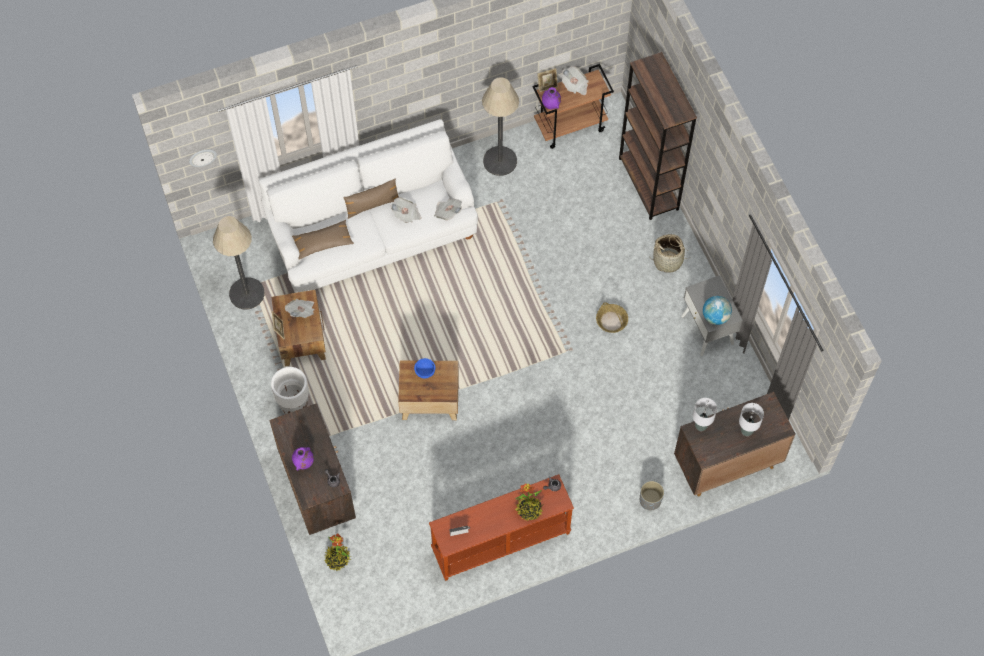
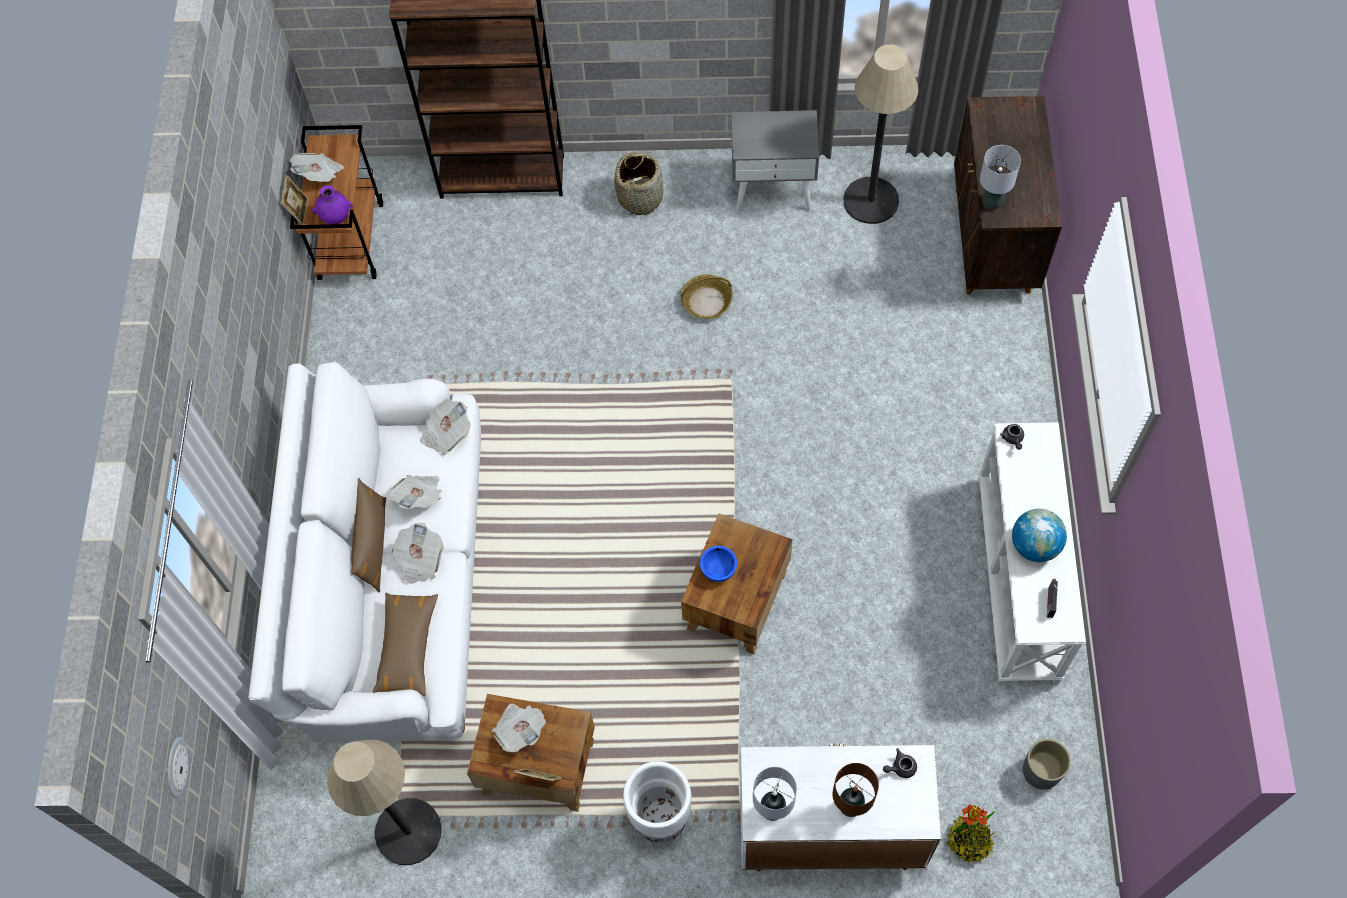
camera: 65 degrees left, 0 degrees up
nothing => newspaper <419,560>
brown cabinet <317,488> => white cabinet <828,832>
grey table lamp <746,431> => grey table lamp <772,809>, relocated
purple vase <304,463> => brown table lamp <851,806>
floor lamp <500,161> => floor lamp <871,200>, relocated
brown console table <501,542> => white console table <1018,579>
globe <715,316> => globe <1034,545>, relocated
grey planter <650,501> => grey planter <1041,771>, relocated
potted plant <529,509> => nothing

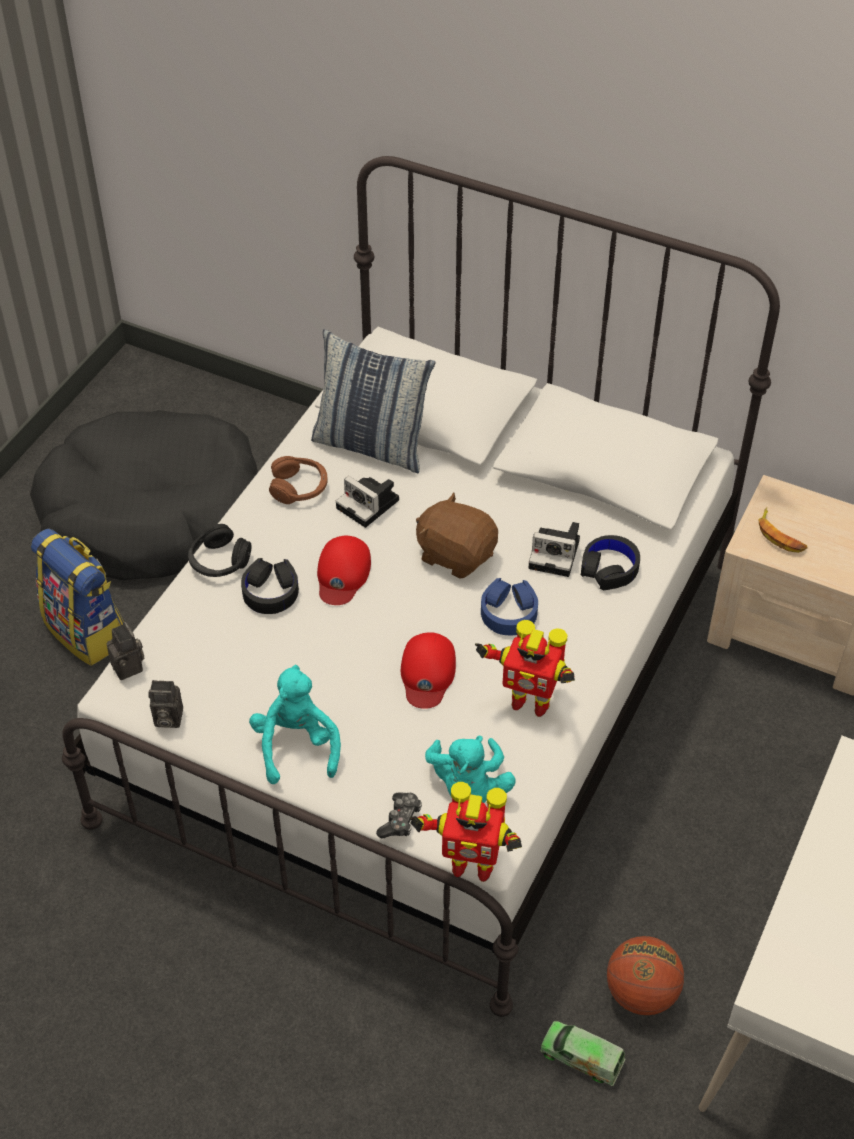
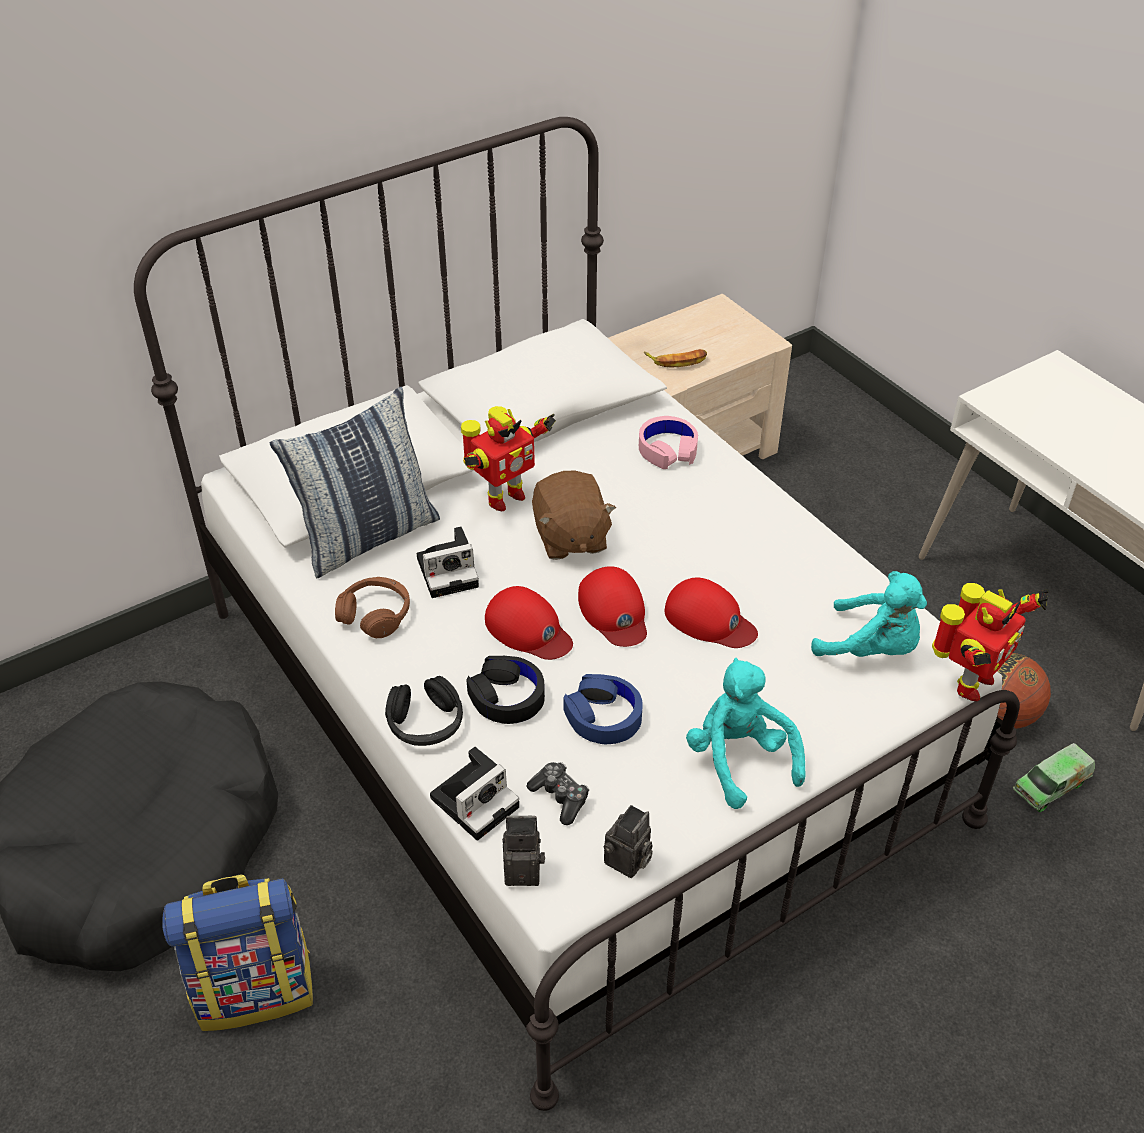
camera: 60 degrees left, 5 degrees down
photo camera <556,554> => photo camera <476,800>, relocated
toy robot <529,701> => toy robot <503,498>, relocated
game controller <400,820> => game controller <560,797>, relocated
brown plush toy <456,554> => brown plush toy <570,538>, 75 degrees counterclockwise
blue headphones <509,612> => blue headphones <603,716>, relocated
nothing => red cap <614,612>
black headphones <609,568> => pink headphones <667,449>
turquoise plush toy <296,745> => turquoise plush toy <739,759>, 45 degrees clockwise

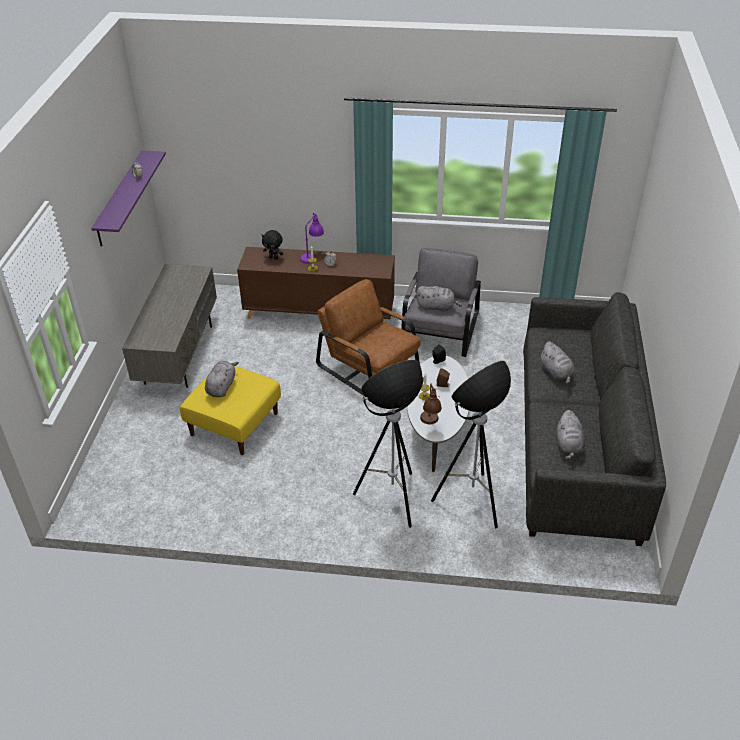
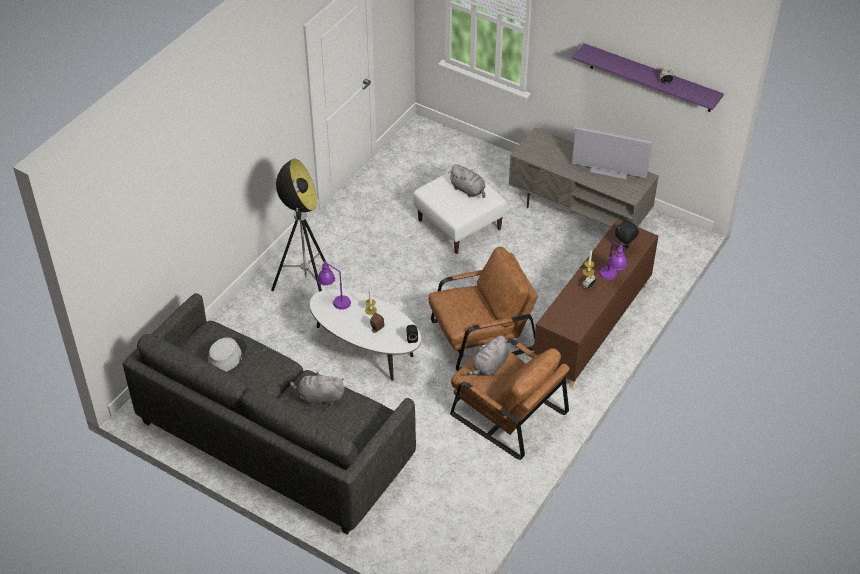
camera: 115 degrees right, 5 degrees up
grey plush toy <568,445> => grey hat <227,356>
brown table lamp <430,423> => purple table lamp <334,301>
yellow ottoman <234,423> => white ottoman <460,224>
grey armchair <440,330> => brown armchair <506,413>
nothing => television <609,171>
floor lamp <471,502> => nothing

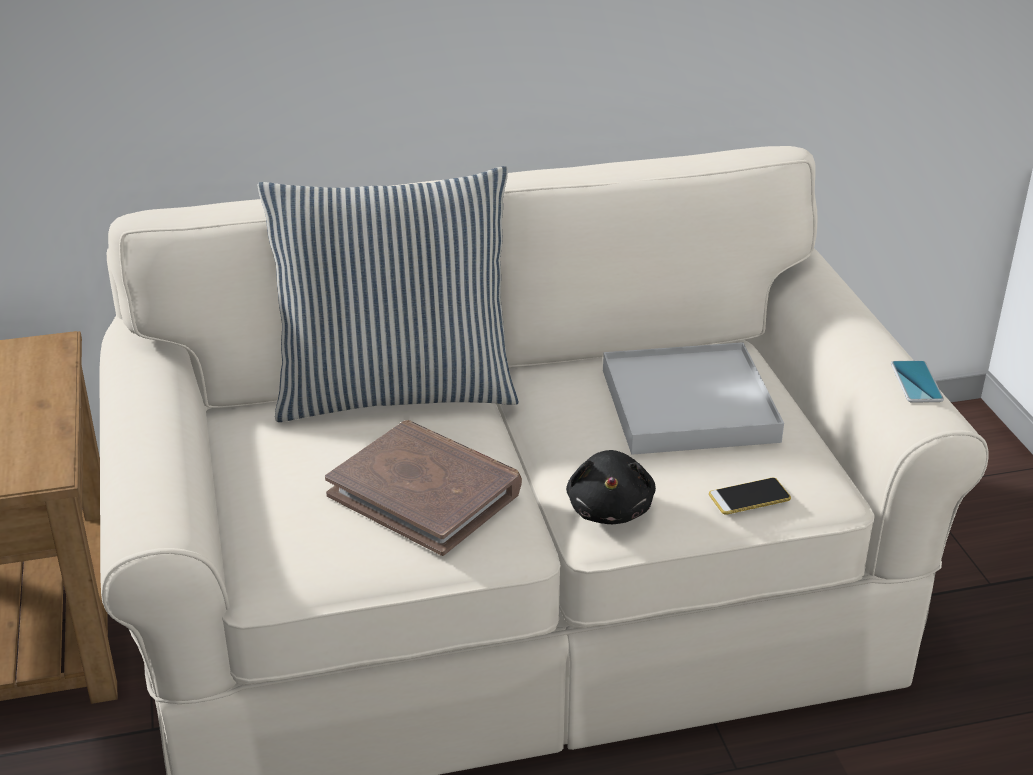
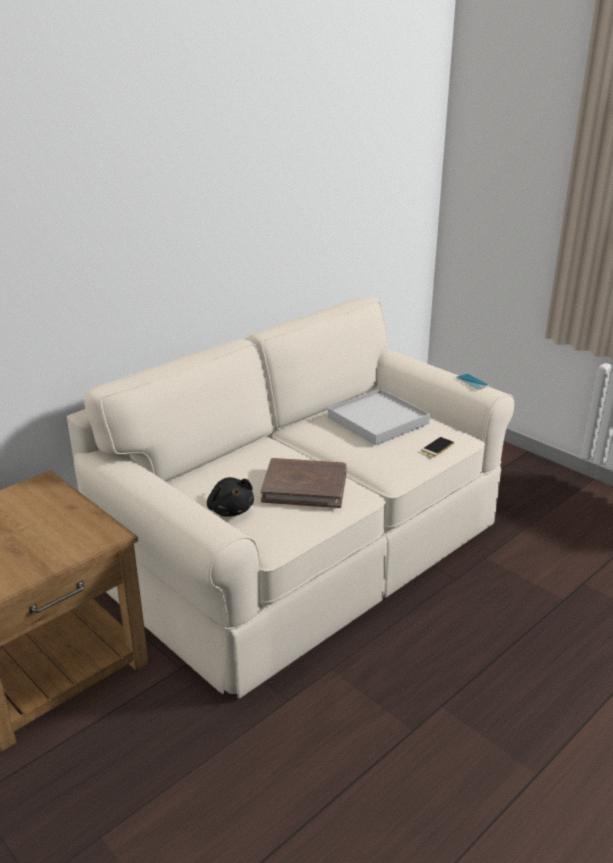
camera: 30 degrees left, 5 degrees down
black plush toy <610,509> => black plush toy <230,509>, relocated
pillow <395,391> => nothing

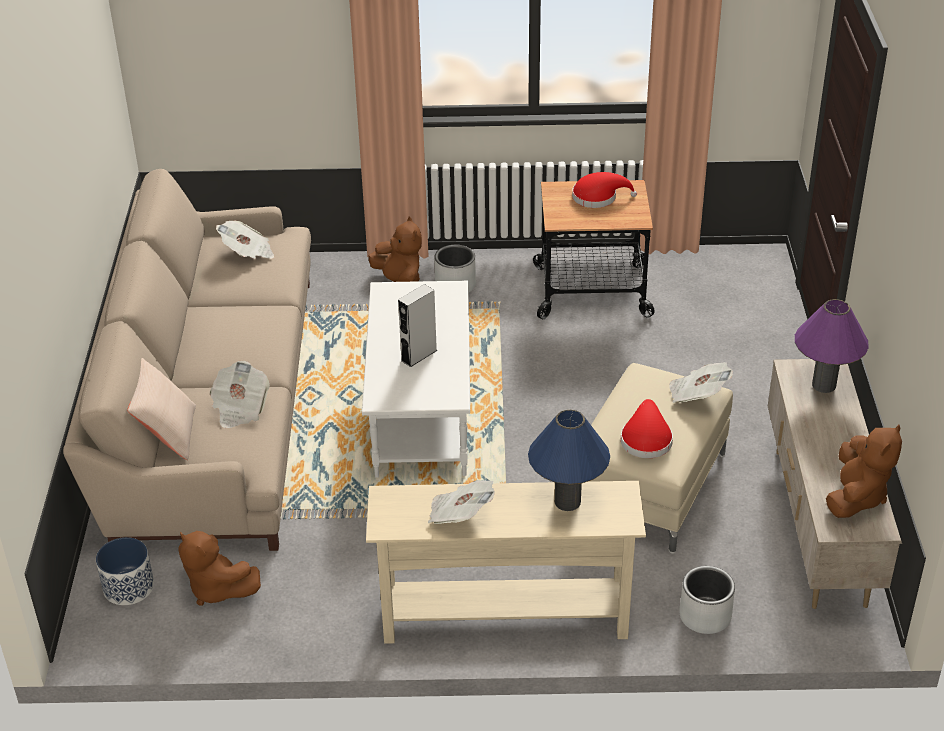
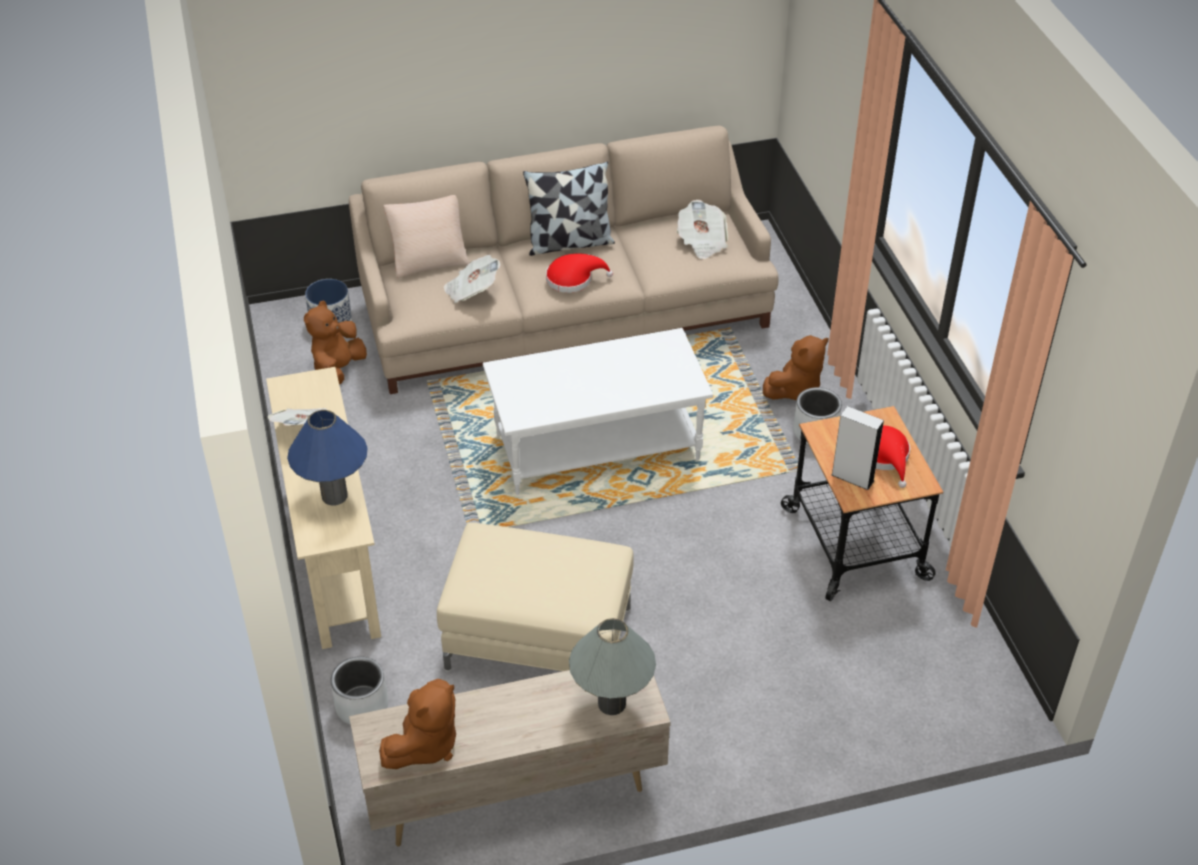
camera: 75 degrees right, 5 degrees up
brown plush toy <856,496> => brown plush toy <425,745>, 60 degrees counterclockwise
nothing => pillow <569,243>
red hat <646,439> => red hat <573,279>, relocated
purple table lamp <824,385> => grey table lamp <611,703>
grey speaker <419,355> => grey speaker <852,477>, relocated
newspaper <697,395> => nothing

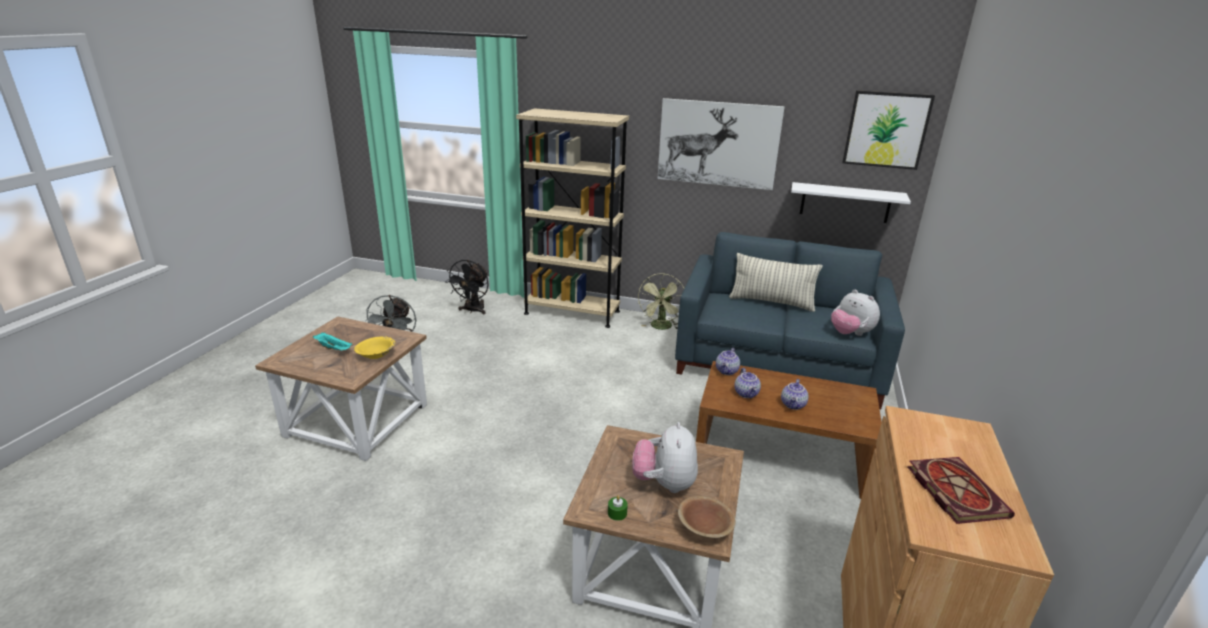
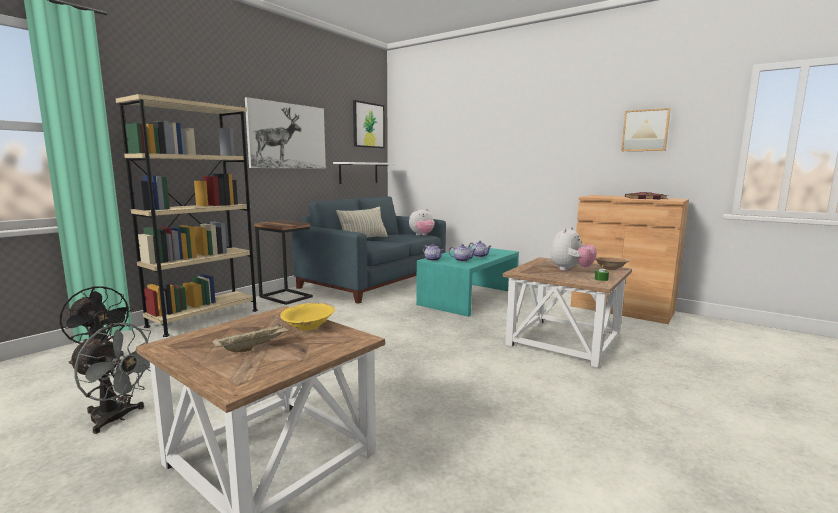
camera: 70 degrees left, 15 degrees down
turquoise tray <334,348> => beige tray <253,347>
green fan <661,327> => side table <286,297>
brown coffee table <780,452> => turquoise coffee table <468,297>
plush toy <664,483> => plush toy <571,270>, 75 degrees counterclockwise
nothing => picture <645,130>

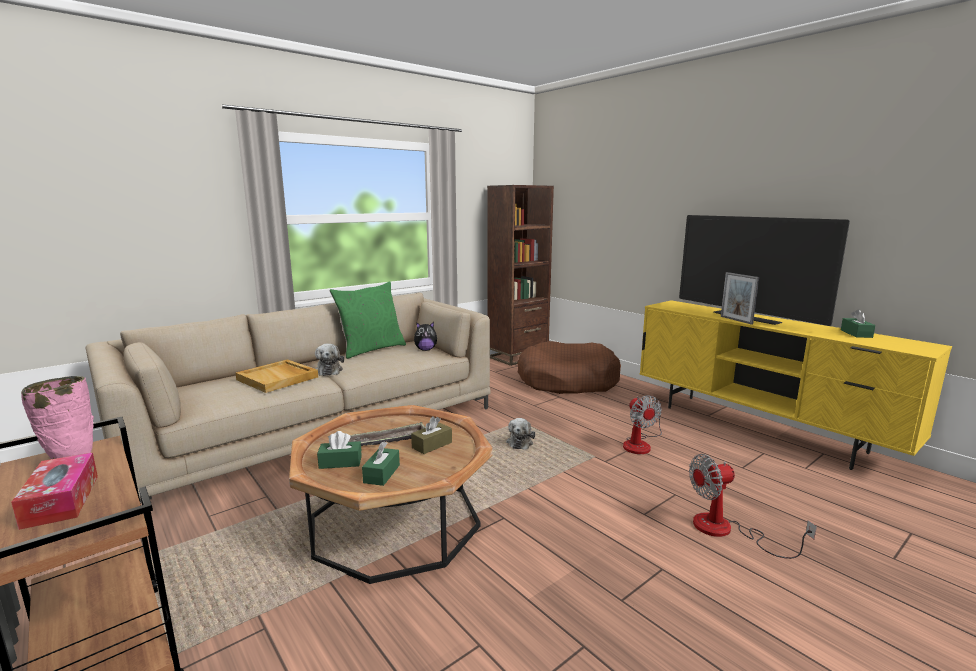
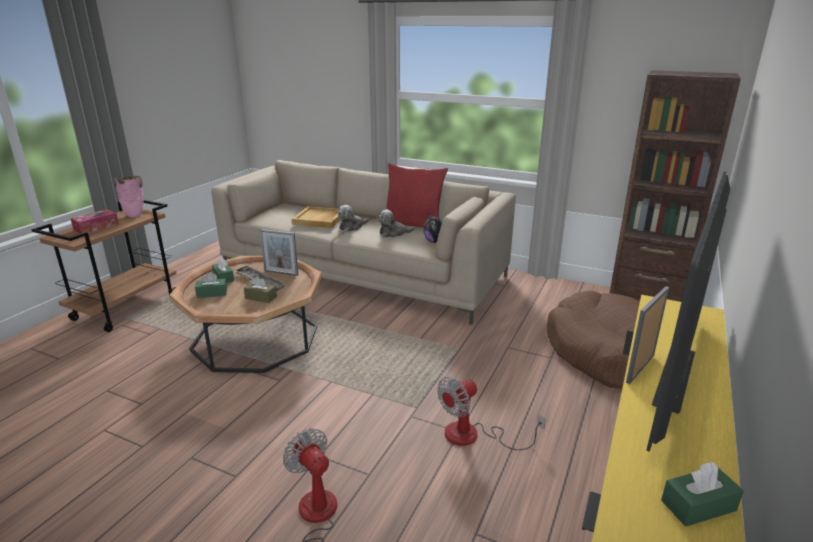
camera: 65 degrees right, 10 degrees up
nothing => picture frame <281,273>
plush toy <520,442> => plush toy <394,233>, relocated
green pillow <371,349> => red pillow <413,224>

